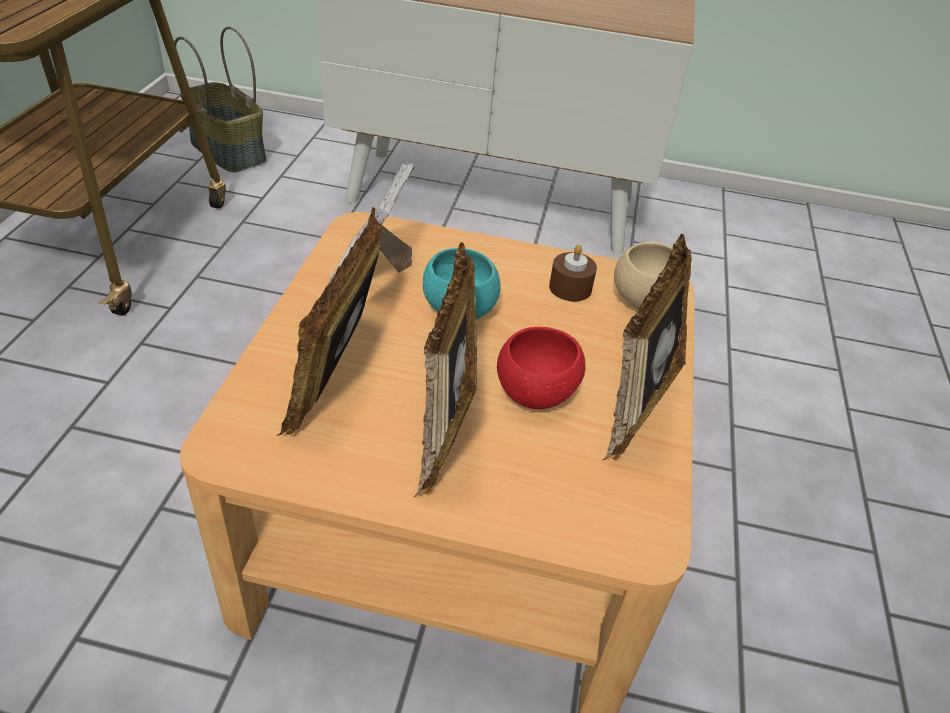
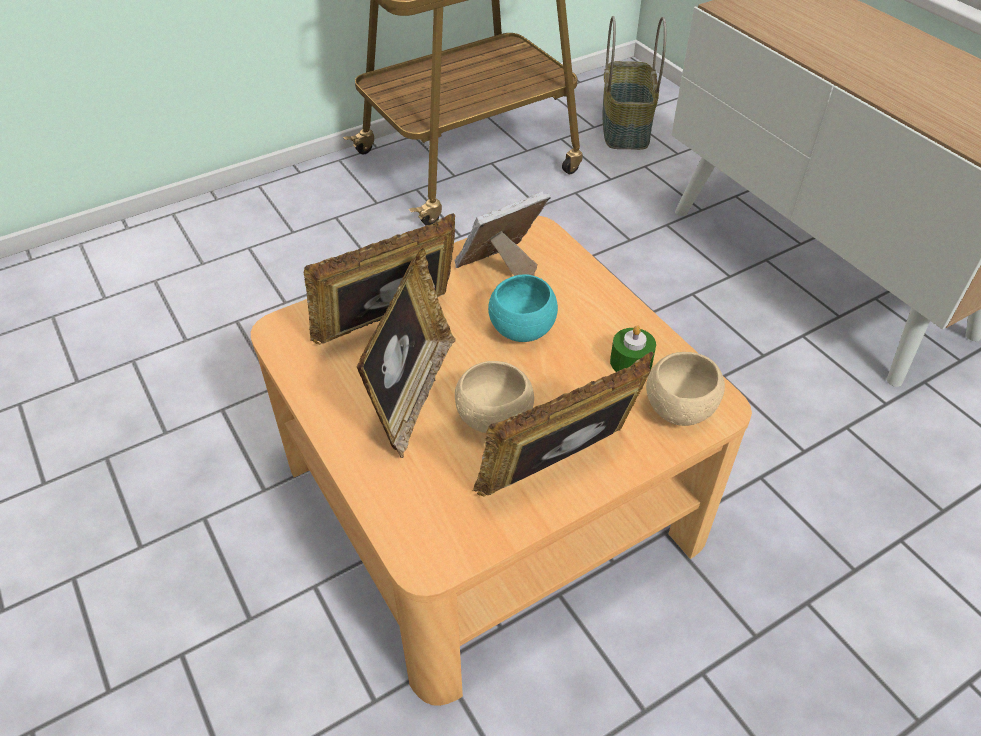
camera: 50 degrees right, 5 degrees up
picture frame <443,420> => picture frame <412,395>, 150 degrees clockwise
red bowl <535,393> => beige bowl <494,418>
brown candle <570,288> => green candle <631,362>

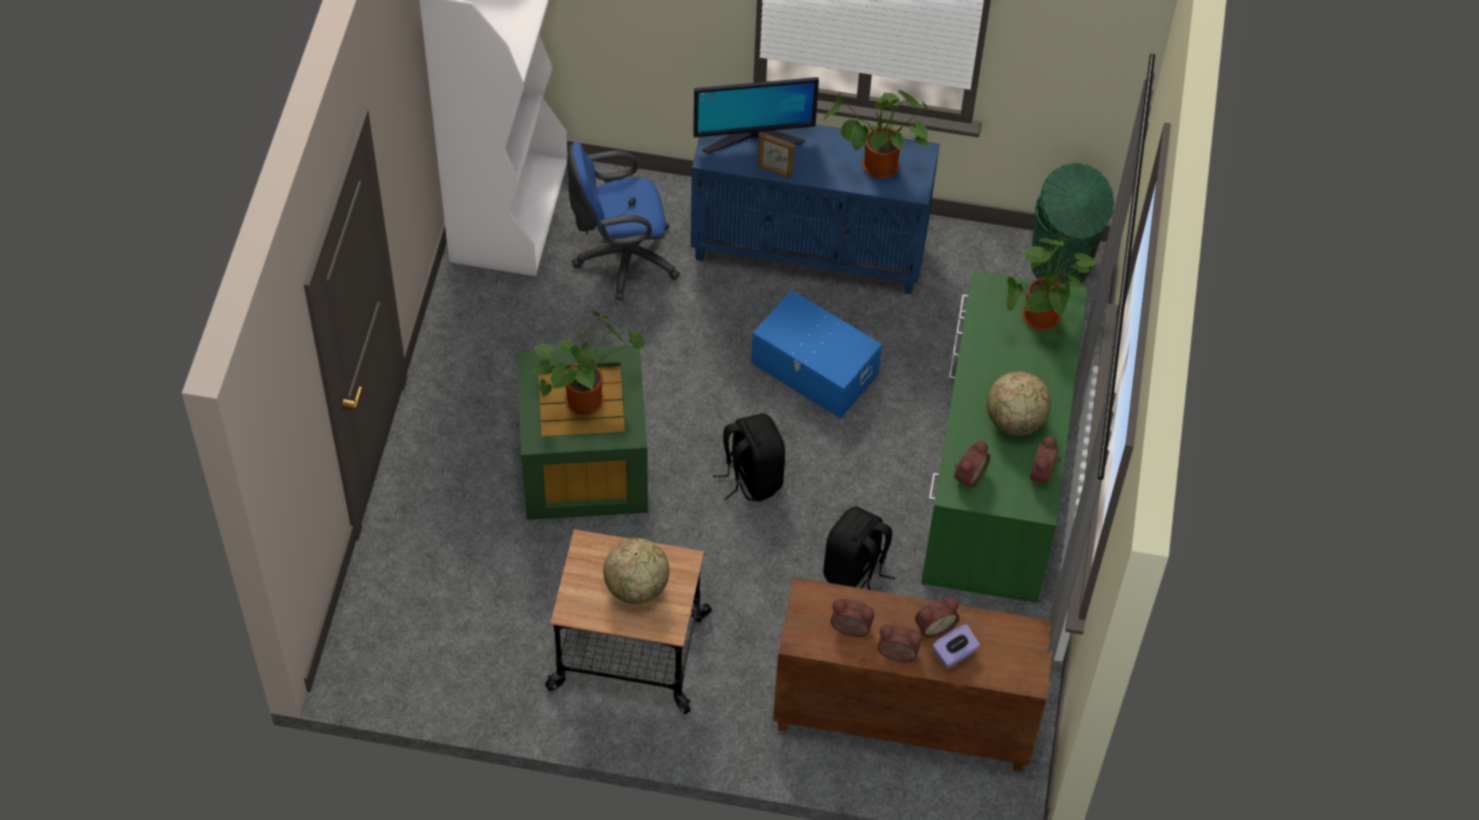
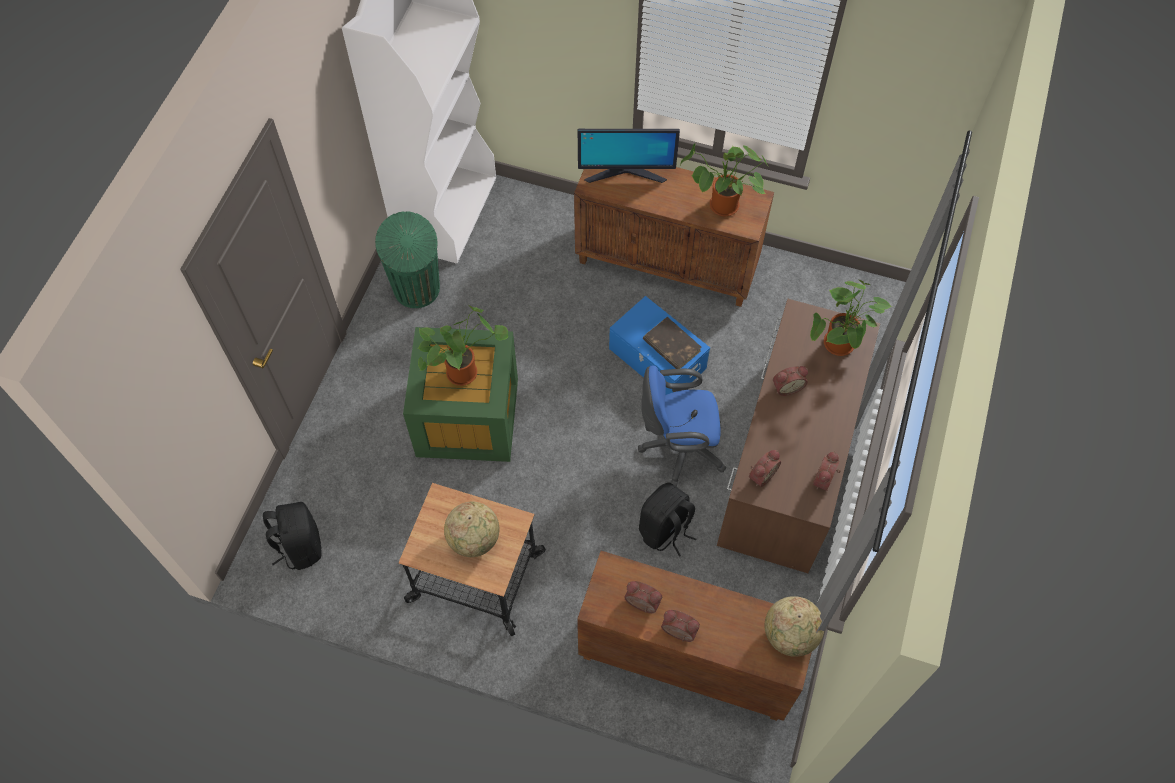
camera: 10 degrees right, 5 degrees up
black backpack <751,477> => black backpack <300,546>, relocated
green trash can <1061,266> => green trash can <417,290>, relocated
blue cabinet <810,250> => brown cabinet <668,264>
blue office chair <621,259> => blue office chair <678,448>, relocated
nothing => brown book <671,345>
green desk <995,475> => brown desk <787,461>
globe <1015,421> => globe <790,635>, relocated
alarm clock <934,625> => alarm clock <787,386>, relocated
picture frame <774,171> => nothing
purple tissue box <954,654> => nothing

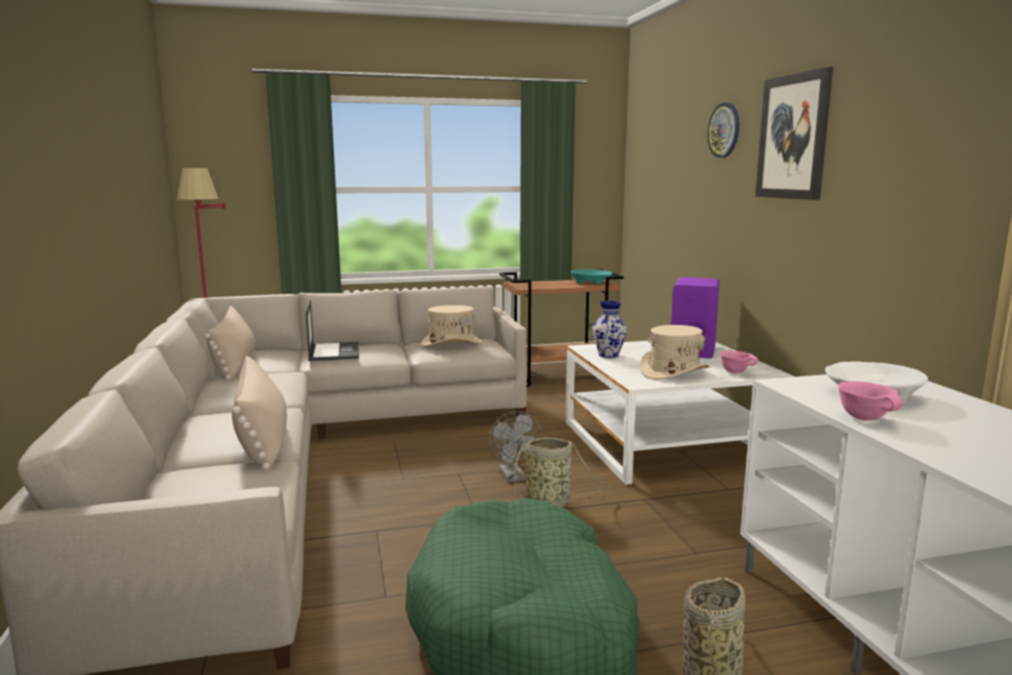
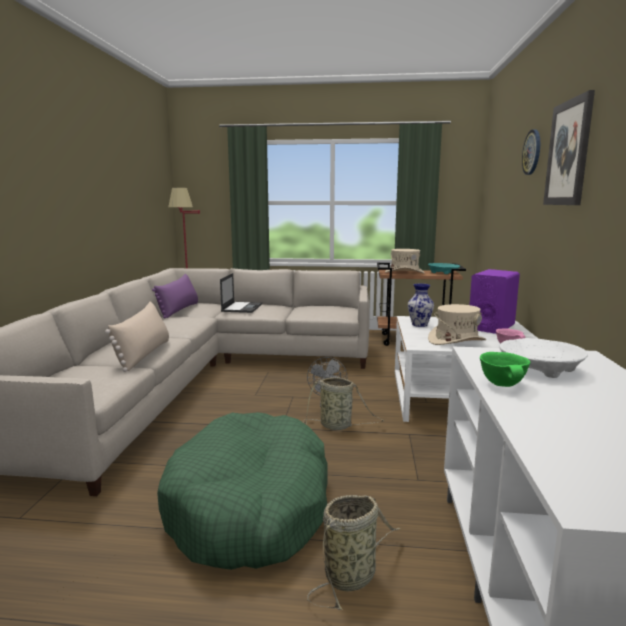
camera: 20 degrees right, 0 degrees up
beige pillow <235,364> => purple pillow <179,310>
beige hat <451,344> => beige hat <404,272>, relocated
pink bowl <866,418> => green bowl <504,384>

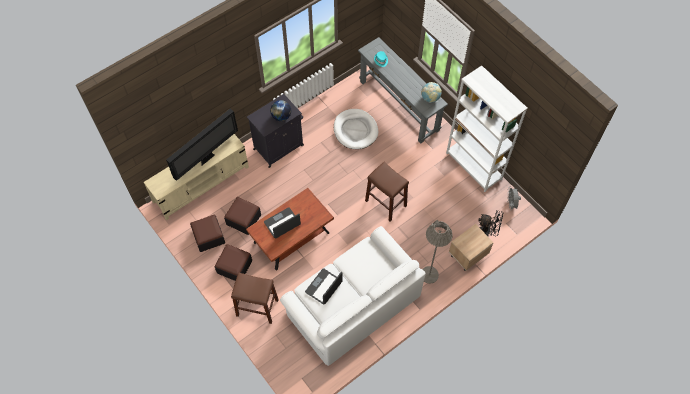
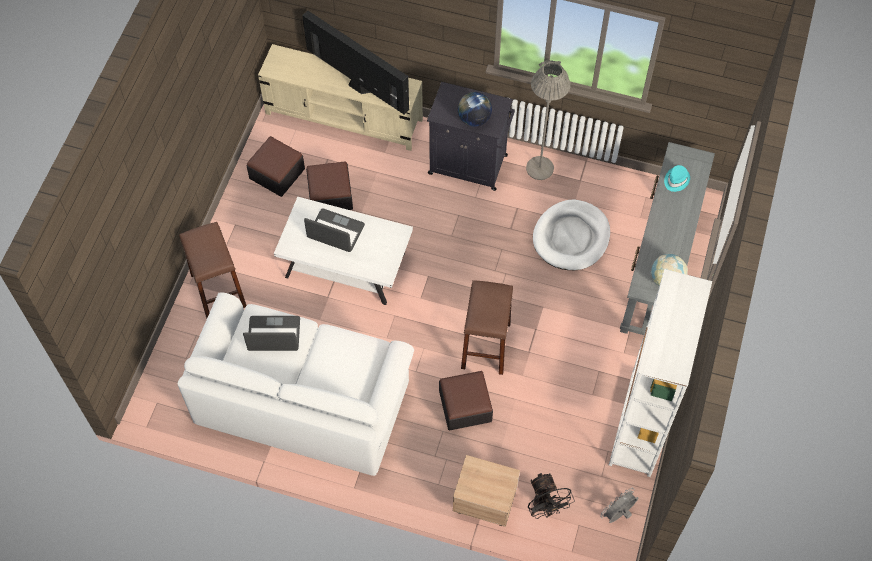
camera: 55 degrees right, 0 degrees up
brown coffee table <291,237> => white coffee table <345,265>
television <207,158> => television <358,86>, 150 degrees counterclockwise
ottoman <234,266> => ottoman <465,406>, relocated
grey floor lamp <429,275> => grey floor lamp <539,168>, relocated

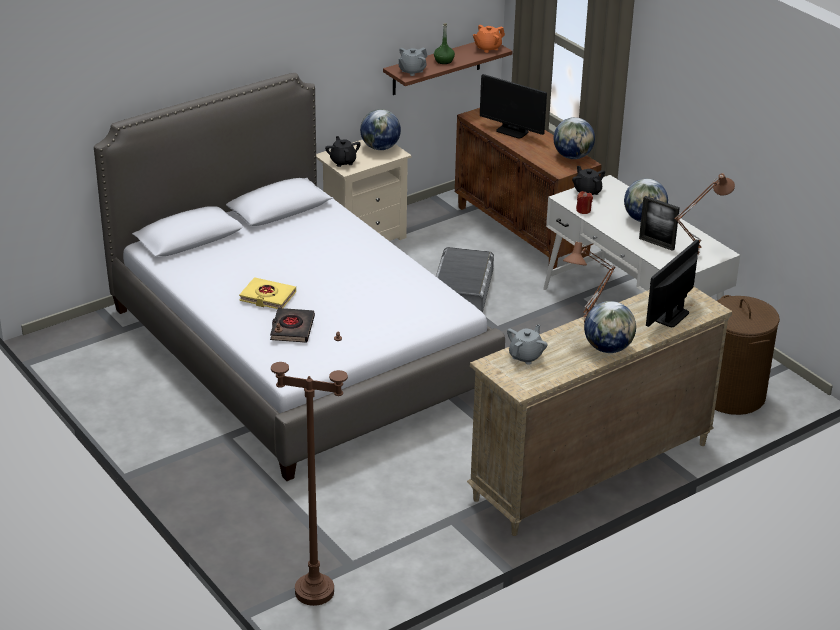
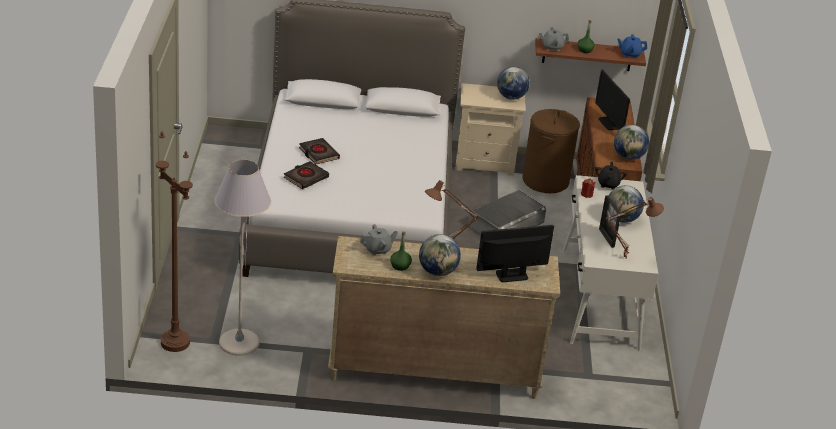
camera: 35 degrees right, 0 degrees up
nothing => grey floor lamp <239,343>
yellow book <267,297> => black book <318,154>
nothing => green bottle <400,266>
brown laundry basket <732,395> => brown laundry basket <545,181>, relocated
orange teapot <487,48> => blue teapot <630,54>
black teapot <343,161> => nothing

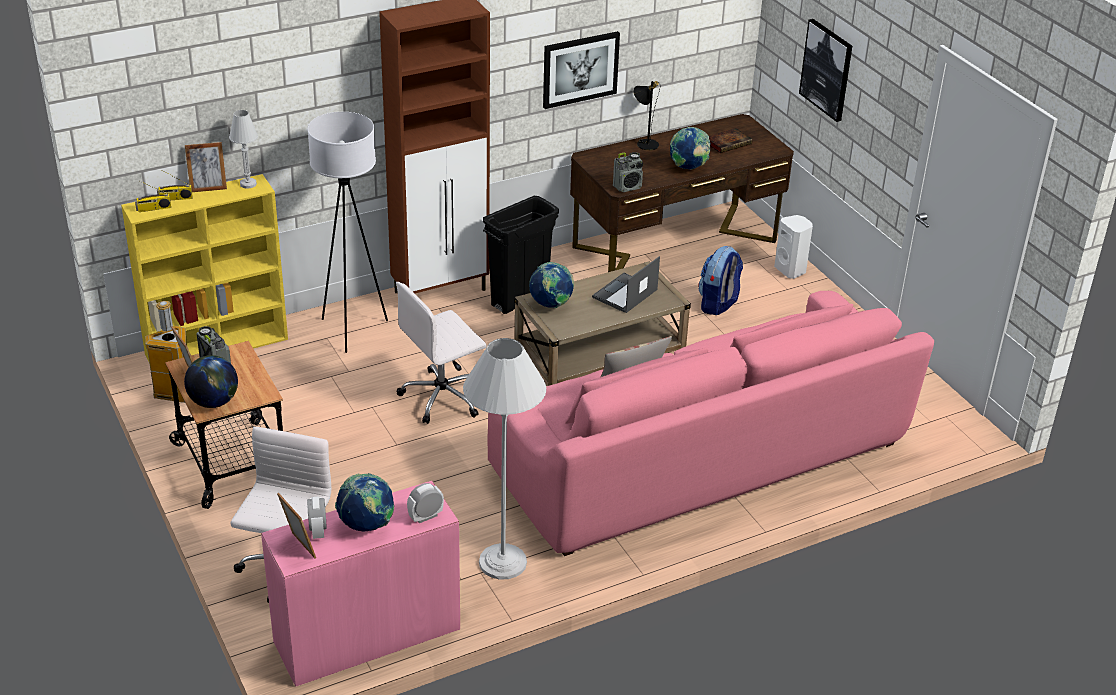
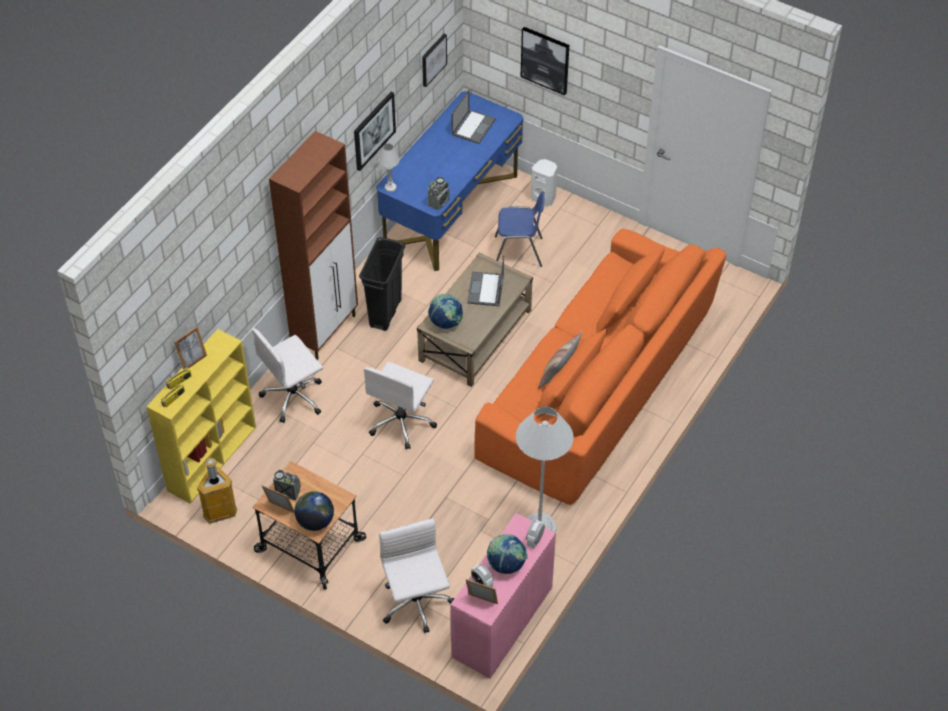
camera: 30 degrees left, 15 degrees up
white floor lamp <353,330> => white office chair <294,396>
brown desk <675,244> => blue desk <451,210>
white table lamp <248,184> => white table lamp <390,188>, relocated
nothing => picture <433,59>
book <728,143> => laptop <473,126>
pink sofa <701,459> => orange sofa <599,387>
backpack <718,304> => blue chair <519,252>
black table lamp <644,143> => nothing
globe <688,167> => nothing

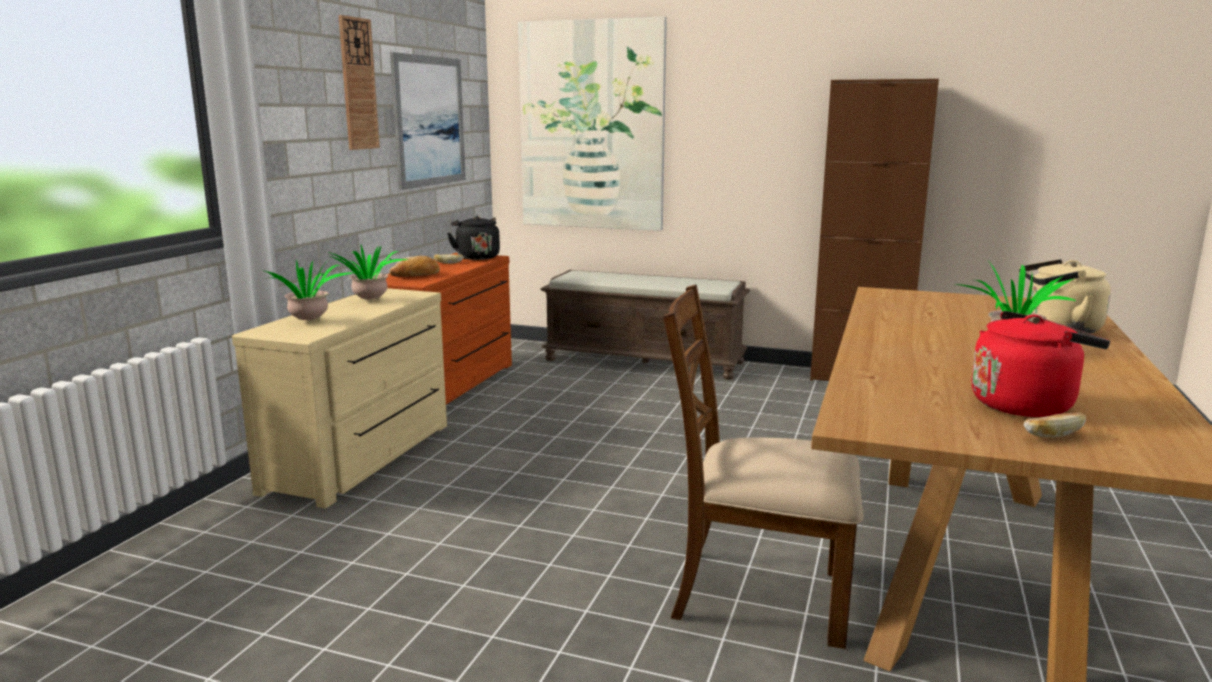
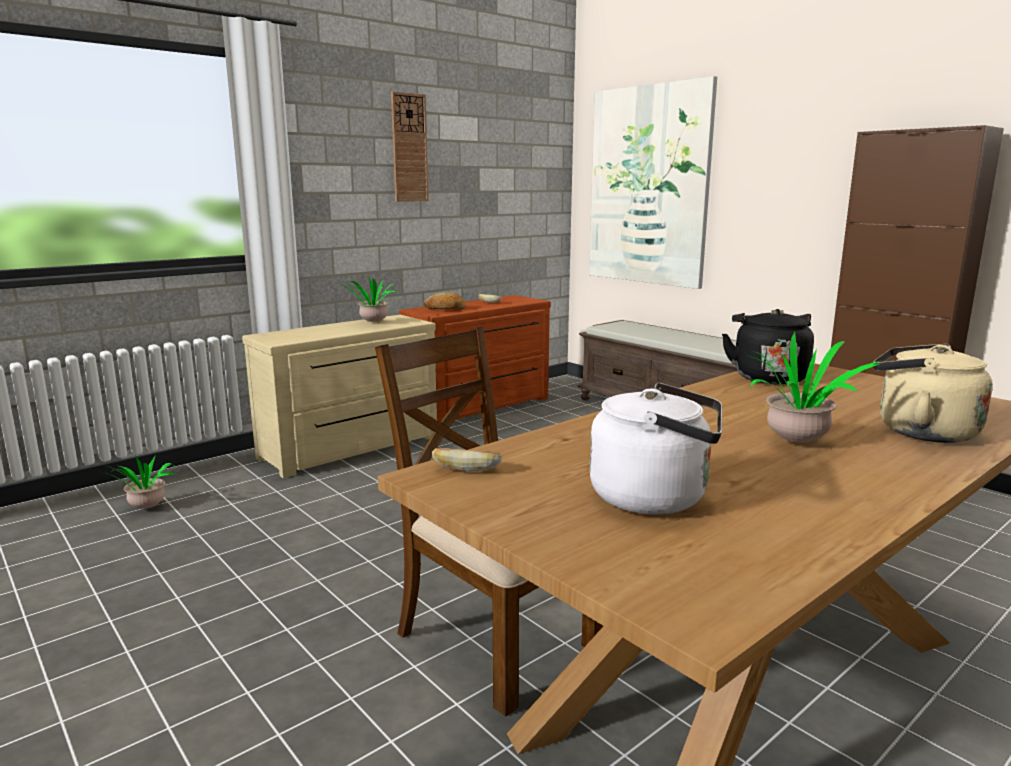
camera: 30 degrees right, 0 degrees up
potted plant <309,322> => potted plant <146,509>, relocated
bread <1052,436> => bread <466,470>, relocated
red kettle <1026,405> => white kettle <656,498>
black kettle <476,257> => black kettle <767,377>, relocated
picture <429,121> => nothing

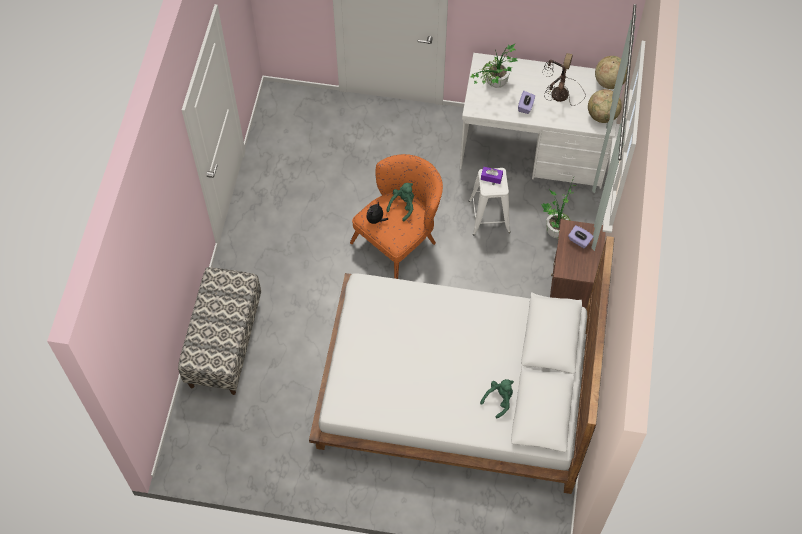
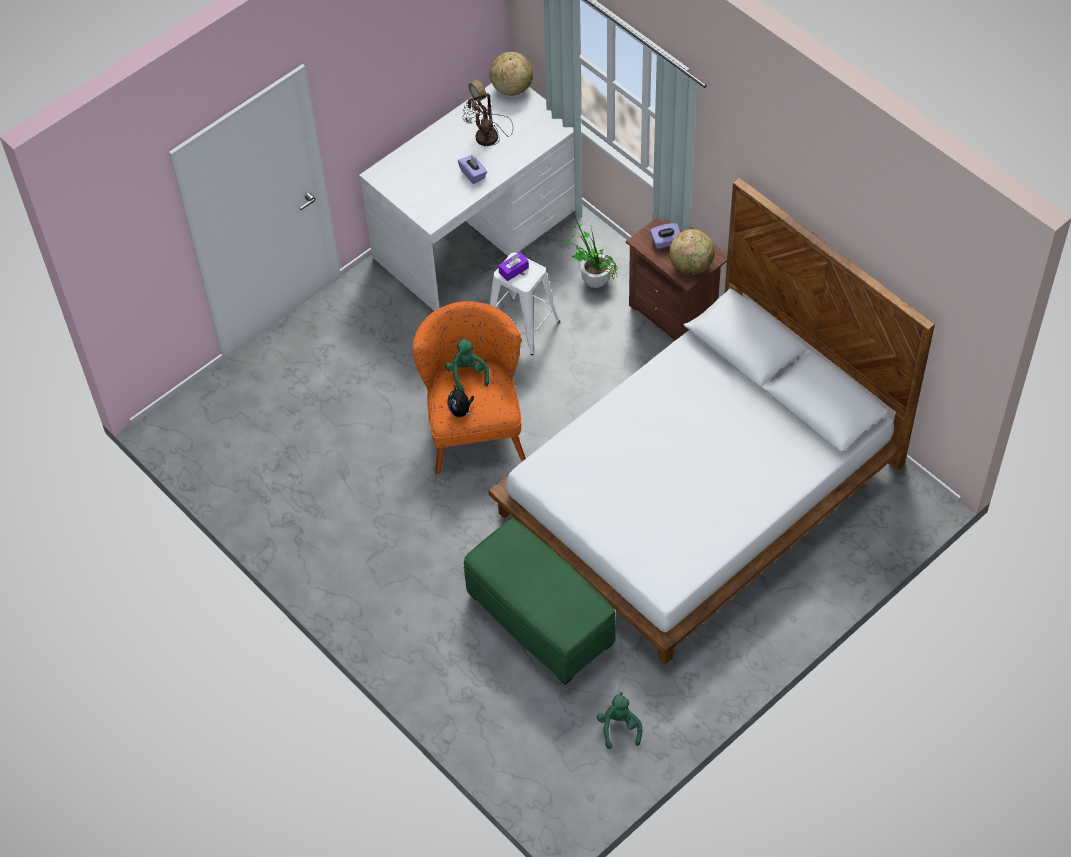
camera: 50 degrees left, 5 degrees down
nothing => green ottoman <541,619>
green plush toy <499,400> => green plush toy <619,727>, relocated
globe <602,116> => globe <691,266>, relocated
bench <224,343> => nothing
potted plant <494,86> => nothing

